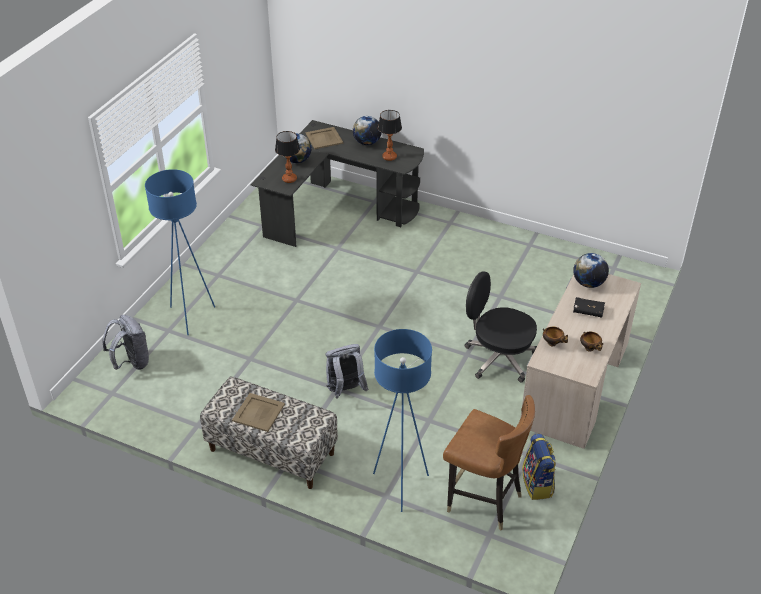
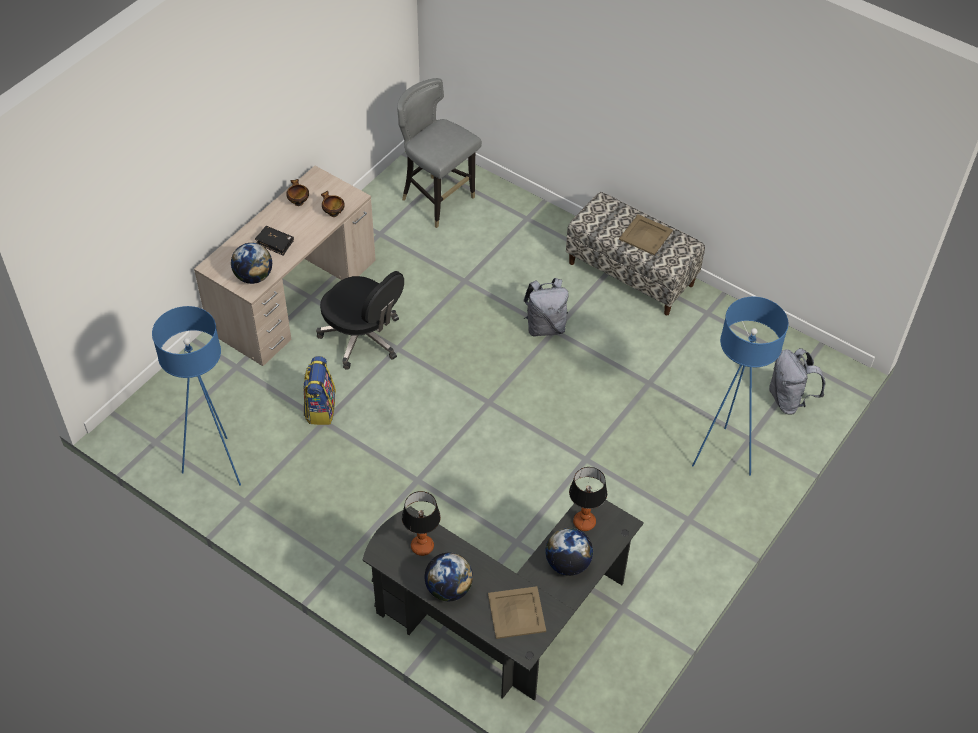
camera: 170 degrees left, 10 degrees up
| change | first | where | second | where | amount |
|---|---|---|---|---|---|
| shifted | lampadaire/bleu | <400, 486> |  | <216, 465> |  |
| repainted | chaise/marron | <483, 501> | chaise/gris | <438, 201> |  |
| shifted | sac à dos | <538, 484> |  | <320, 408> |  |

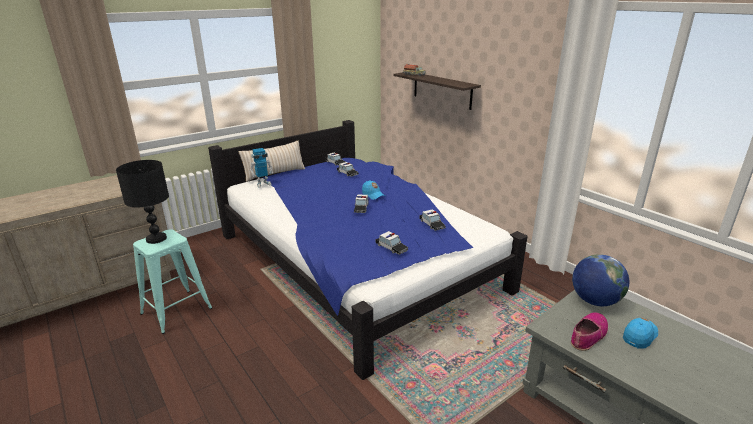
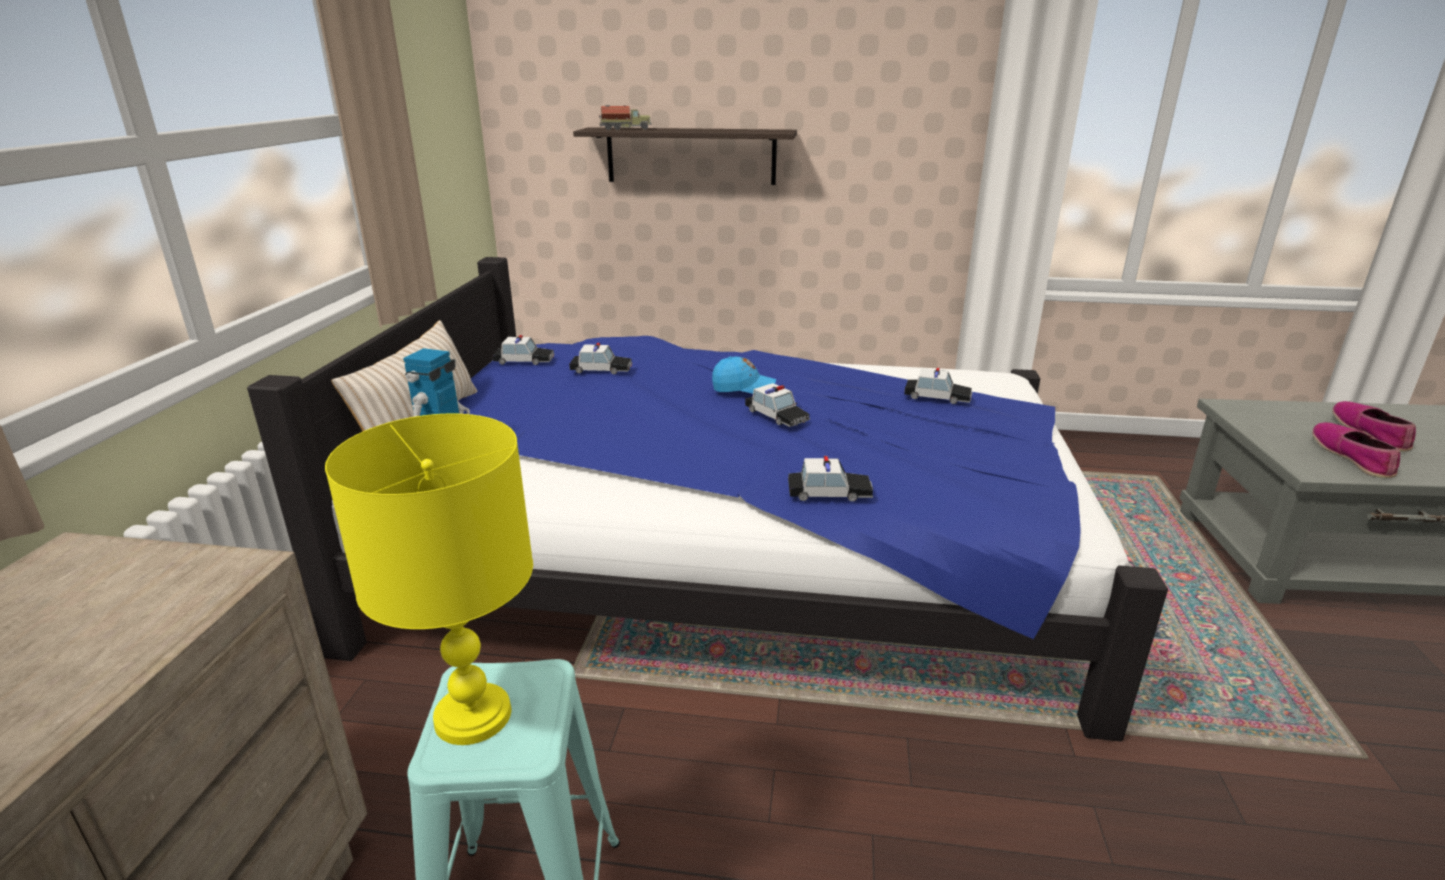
camera: 45 degrees left, 0 degrees up
| change | first | where | second | where | amount |
|---|---|---|---|---|---|
| repainted | lampe de table/noir | <156, 238> | lampe de table/jaune | <471, 715> |  |
| shifted | petite voiture | <391, 248> |  | <829, 493> |  |
| gone | globe | <594, 301> |  |  |  |
| swapped | casquette/bleu | <639, 336> | chaussure | <1370, 433> |  |

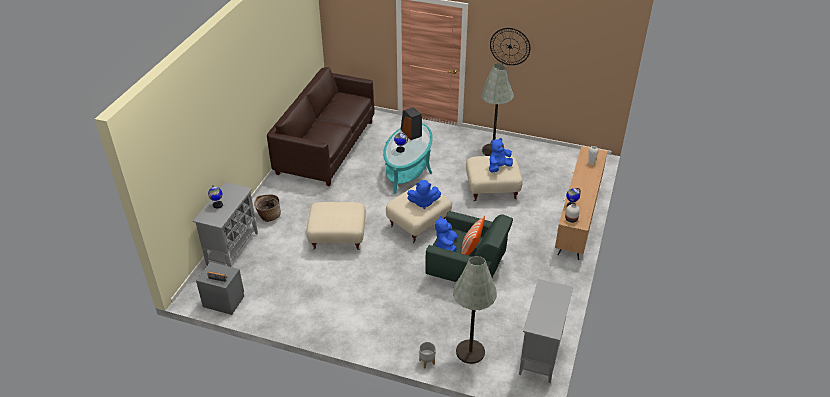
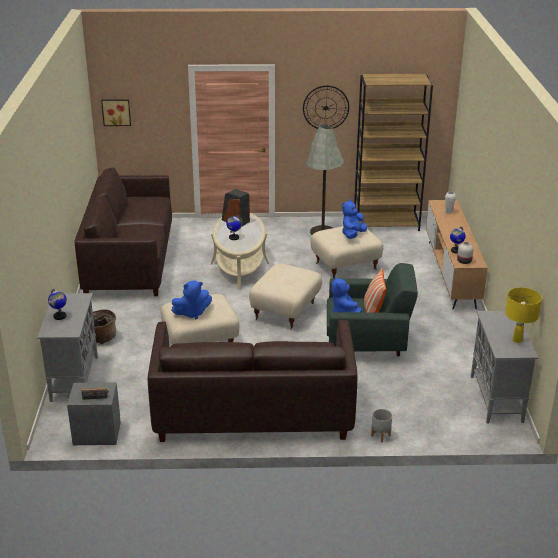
camera: 20 degrees left, 10 degrees down
| change | first | where | second | where | amount |
|---|---|---|---|---|---|
| repainted | table basse/turquoise | <408, 168> | table basse/beige | <239, 263> |  |
| shifted | peluche/bleu | <423, 203> |  | <192, 313> |  |
| gone | lampadaire/gris | <470, 352> |  |  |  |
| new |  |  | bibliothèque/marron | <386, 223> |  |
| new |  |  | tableau | <116, 112> |  |
| new |  |  | lampe de table/jaune | <517, 340> |  |
| new |  |  | canapé/marron | <252, 411> |  |

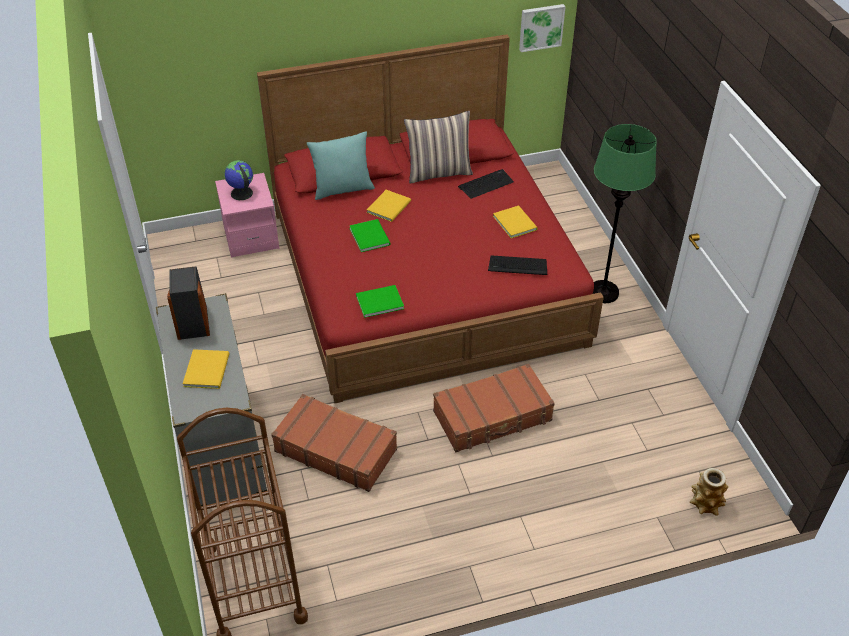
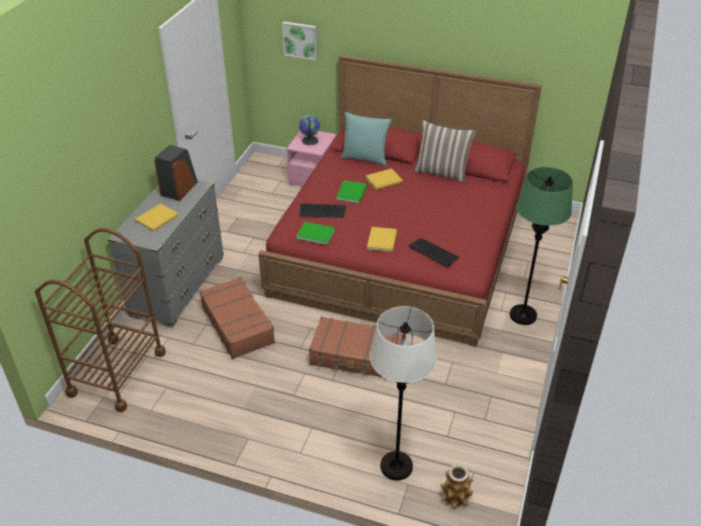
camera: 35 degrees right, 5 degrees down
| change | first | where | second | where | amount |
|---|---|---|---|---|---|
| shifted | tableau | <541, 27> |  | <300, 40> |  |
| shifted | clavier | <486, 184> |  | <322, 211> |  |
| shifted | livre/jaune | <515, 222> |  | <383, 239> |  |
| new |  |  | lampadaire/blanc | <396, 466> |  |

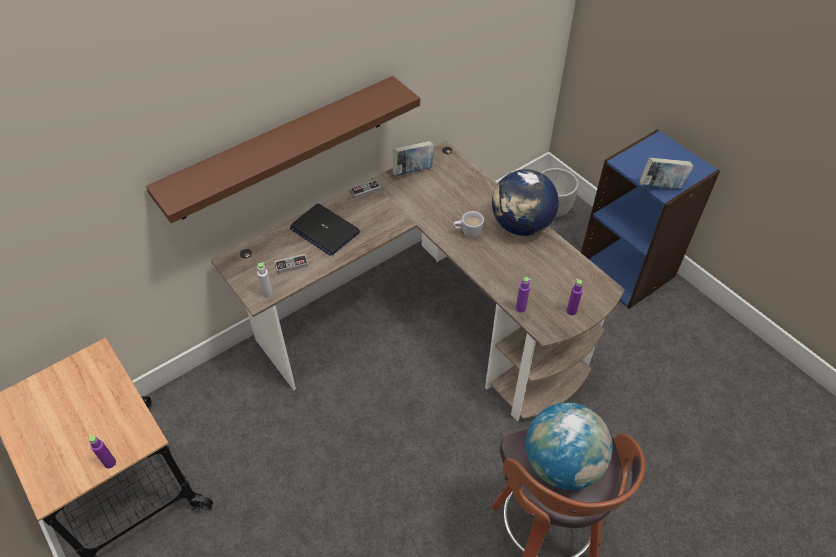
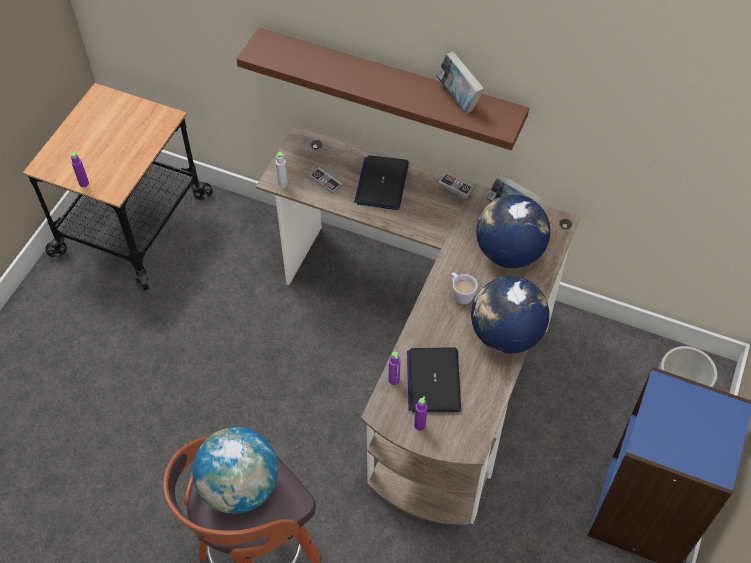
camera: 60 degrees right, 5 degrees up
| change | first | where | second | where | amount |
|---|---|---|---|---|---|
| shifted | livre | <661, 187> |  | <458, 98> |  |
| new |  |  | globe | <508, 253> |  |
| new |  |  | ordinateur portable | <433, 380> |  |

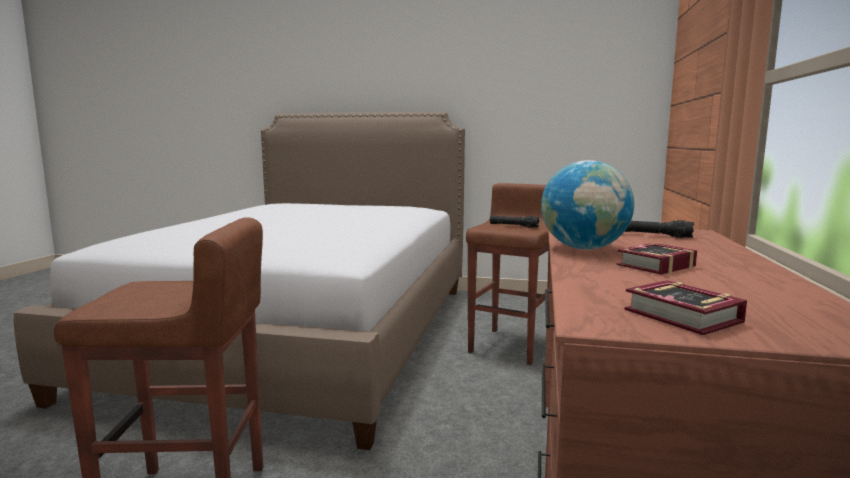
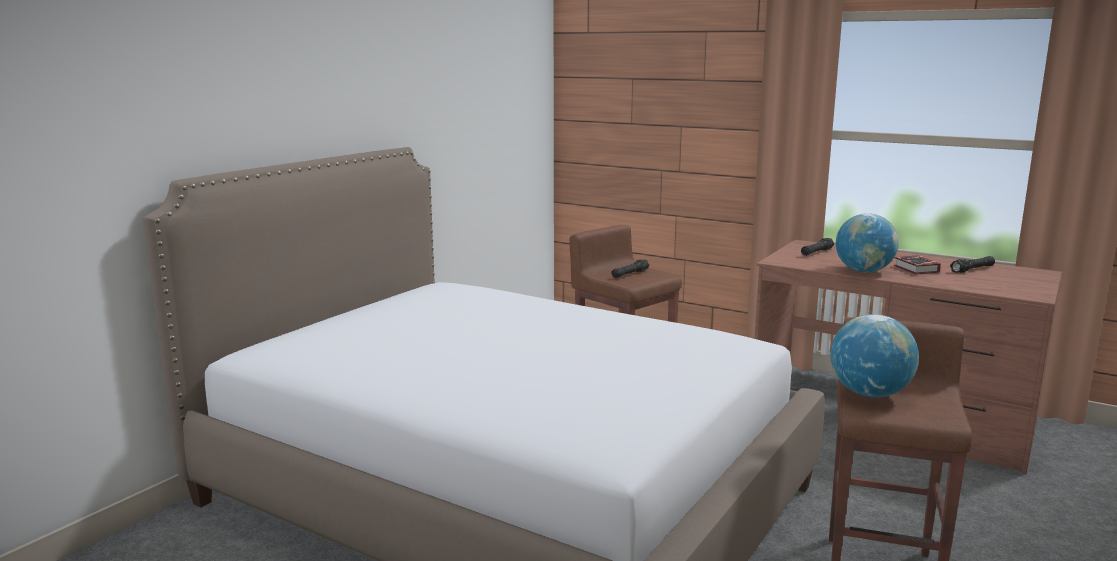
camera: 70 degrees left, 5 degrees up
| change | first | where | second | where | amount |
|---|---|---|---|---|---|
| gone | livre | <684, 318> |  |  |  |
| new |  |  | lampe de poche/noir | <972, 269> |  |
| new |  |  | globe | <869, 394> |  |

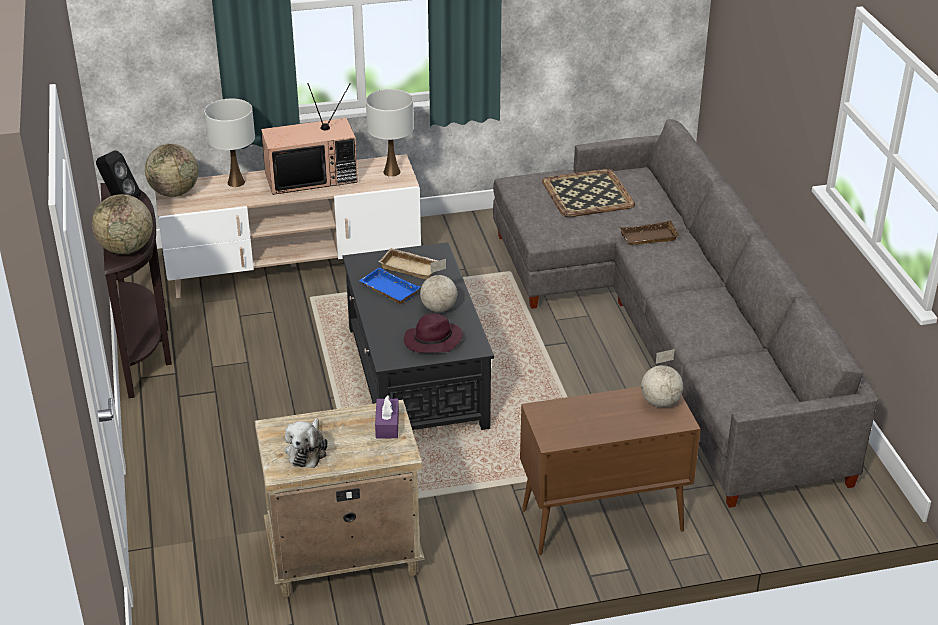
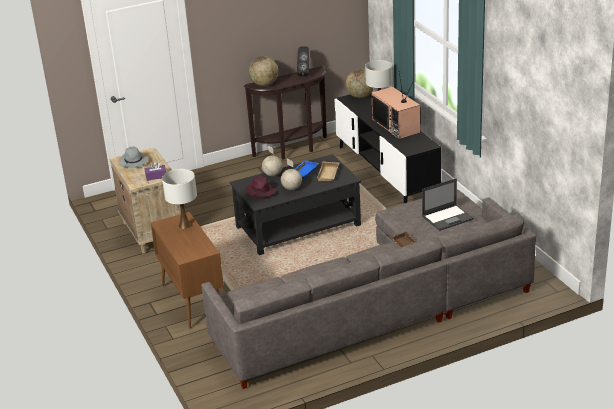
camera: 80 degrees right, 5 degrees down
| change | first | where | second | where | amount |
|---|---|---|---|---|---|
| shifted | lampe de table/blanc | <391, 172> |  | <184, 225> |  |
| repainted | meuble télé/beige | <293, 266> | meuble télé/noir | <385, 171> |  |
| swapped | plateau | <586, 193> | ordinateur portable | <447, 217> |  |
| shifted | globe | <659, 402> |  | <272, 174> |  |
| swapped | peluche | <307, 451> | chapeau/gris | <134, 162> |  |

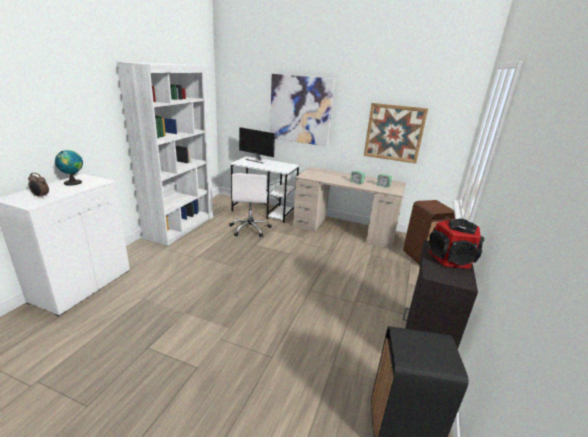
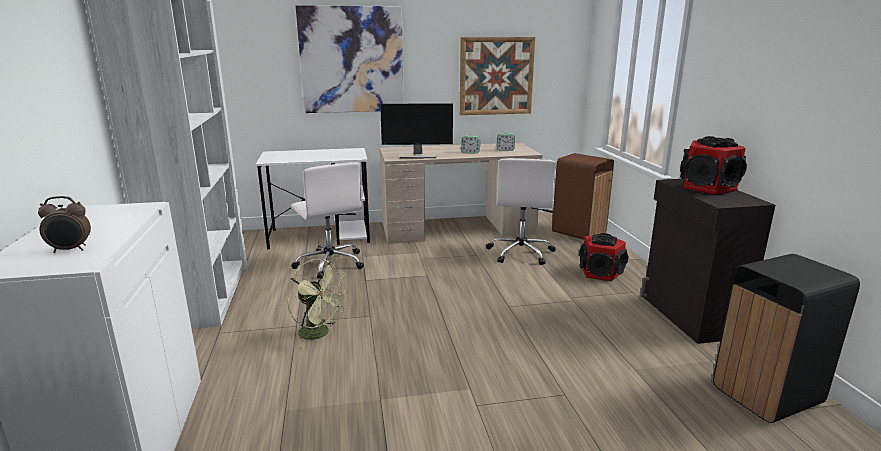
camera: 30 degrees left, 5 degrees down
| change | first | where | second | where | amount |
|---|---|---|---|---|---|
| shifted | écran d'ordinateur | <256, 160> |  | <417, 156> |  |
| gone | globe | <74, 182> |  |  |  |
| new |  |  | chaise de bureau/blanc | <521, 253> |  |
| new |  |  | enceinte | <601, 273> |  |
| new |  |  | ventilateur/vert | <319, 334> |  |

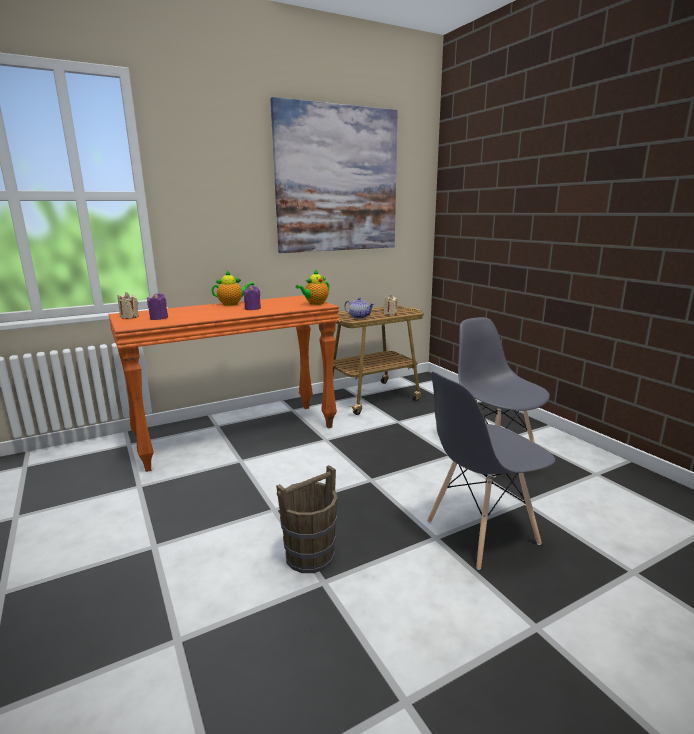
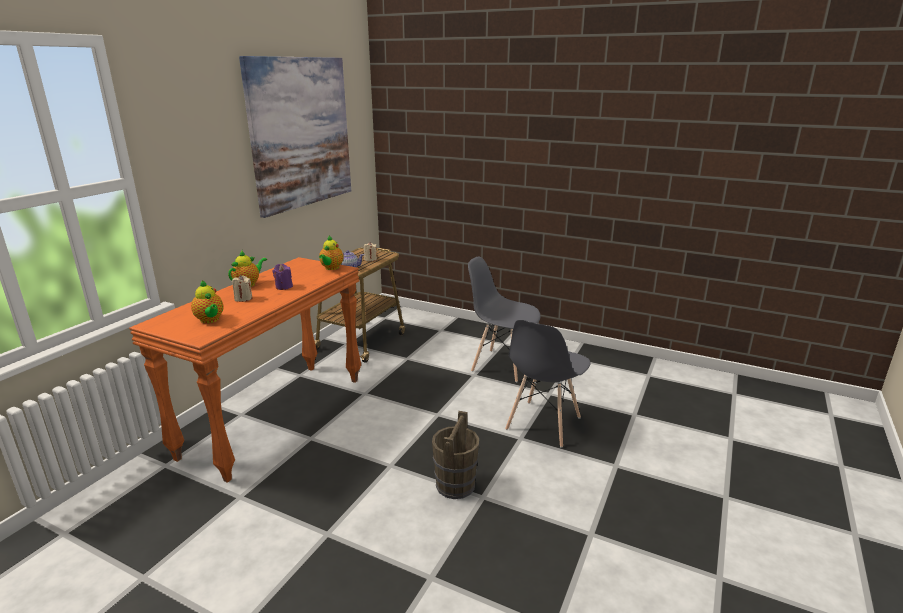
camera: 35 degrees left, 5 degrees up
| change | first | where | second | where | amount |
|---|---|---|---|---|---|
| shifted | bougie/beige | <129, 317> |  | <243, 298> |  |
| swapped | bougie/violet | <159, 318> | théière | <210, 320> |  |

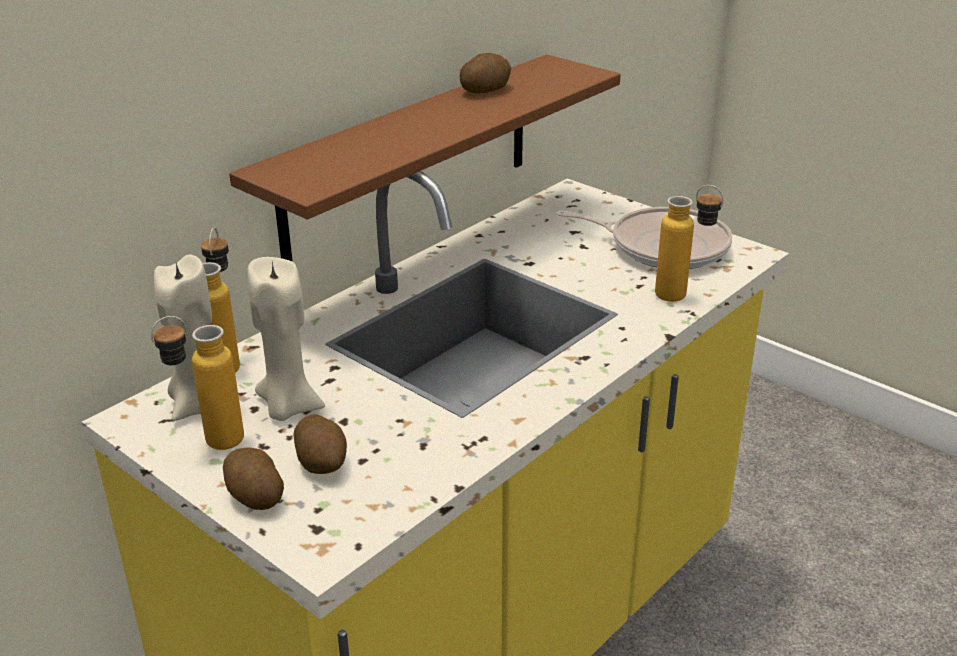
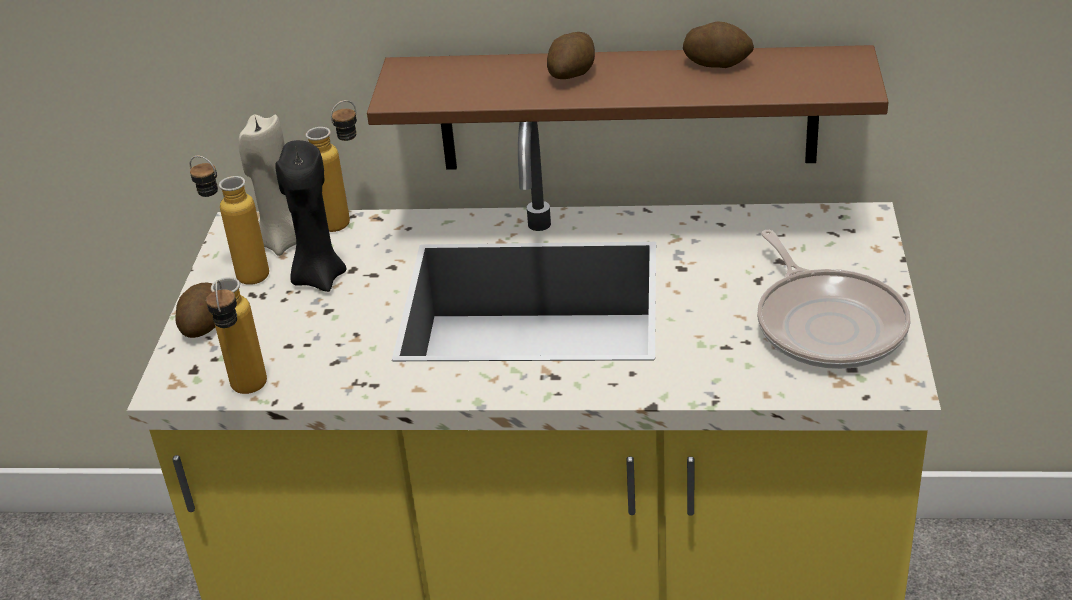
camera: 55 degrees right, 5 degrees up
| change | first | where | second | where | amount |
|---|---|---|---|---|---|
| shifted | bouteille | <682, 298> |  | <248, 394> |  |
| repainted | bougie/beige | <288, 407> | bougie/noir | <318, 278> |  |
| shifted | pomme de terre | <322, 462> |  | <572, 75> |  |

